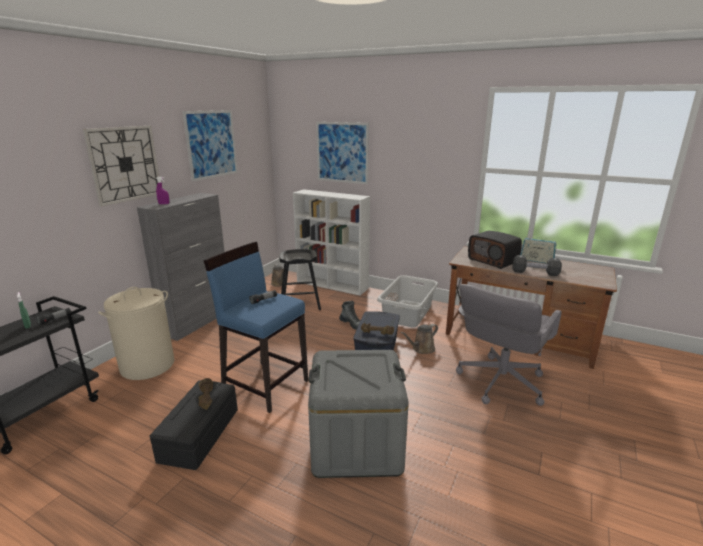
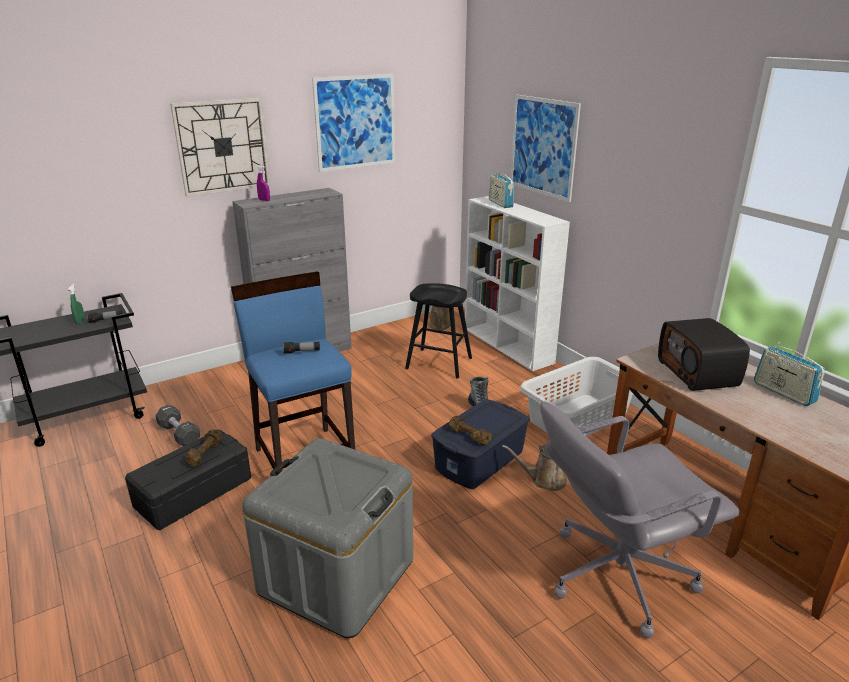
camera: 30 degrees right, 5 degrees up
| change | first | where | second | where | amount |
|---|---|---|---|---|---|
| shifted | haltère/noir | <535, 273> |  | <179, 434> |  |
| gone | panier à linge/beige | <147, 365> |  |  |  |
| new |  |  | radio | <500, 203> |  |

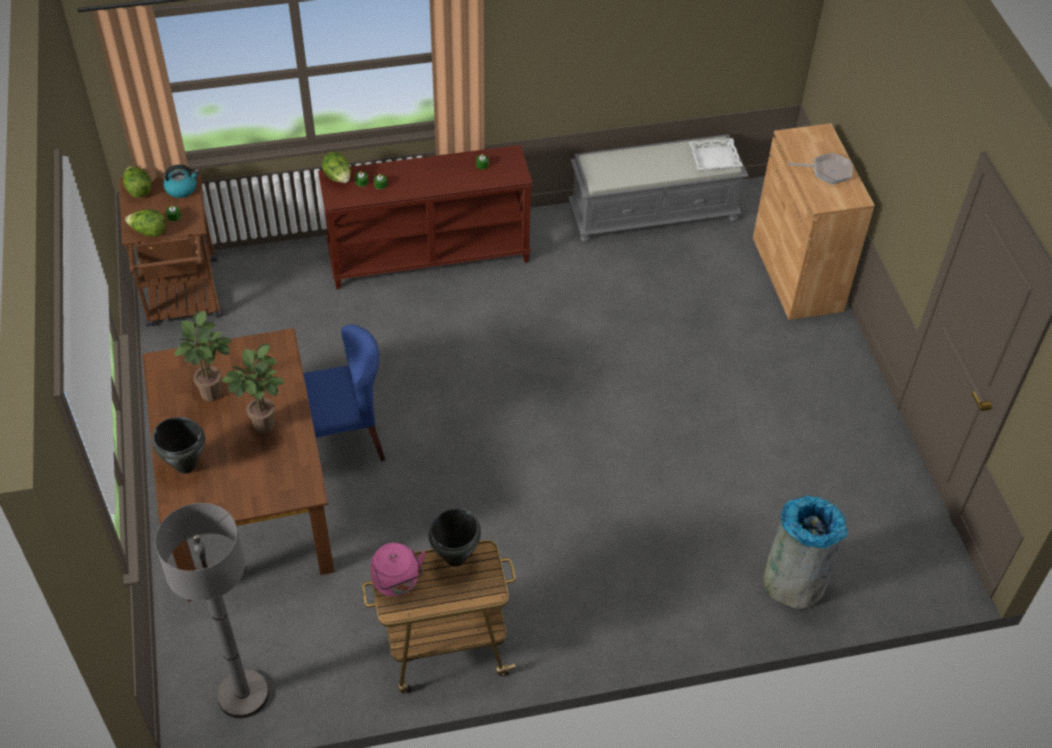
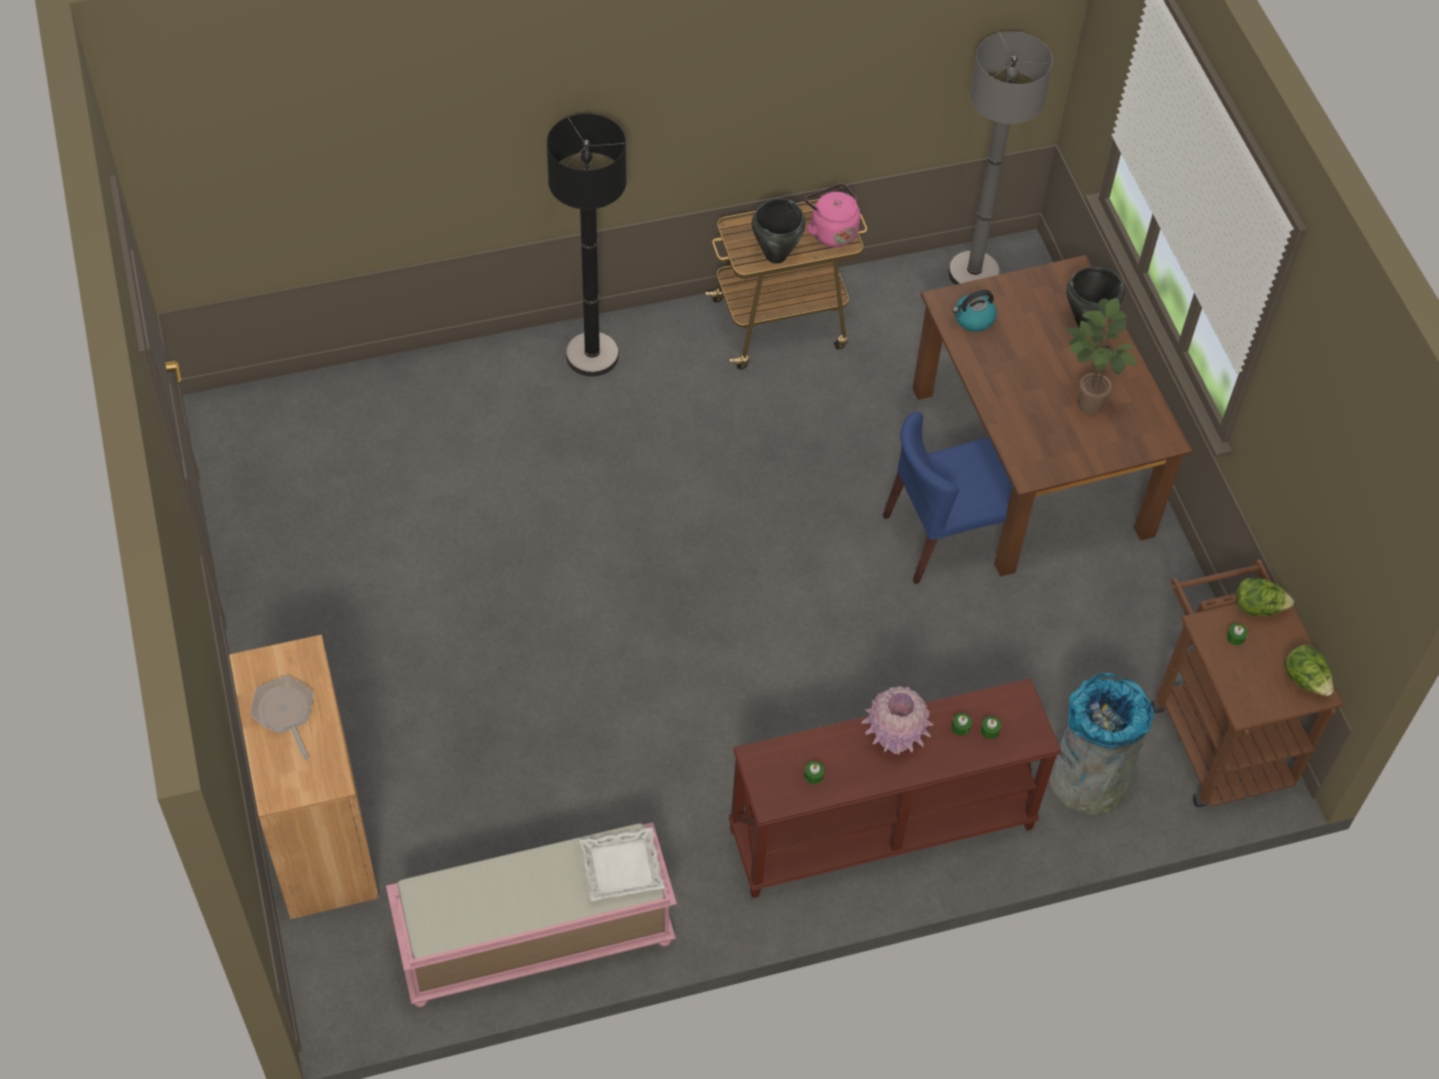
camera: 175 degrees right, 5 degrees up
| change | first | where | second | where | amount |
|---|---|---|---|---|---|
| repainted | banc/gris | <654, 213> | banc/rose | <534, 940> |  |
| shifted | plateau/blanc | <714, 158> |  | <622, 867> |  |
| gone | laitue | <338, 178> |  |  |  |
| rotated | poêle | <828, 171> |  | <285, 713> | 60 degrees clockwise |
| shifted | bouilloire | <182, 188> |  | <973, 319> |  |
| gone | plante en pot | <265, 428> |  |  |  |
| shifted | poubelle/gris | <794, 583> |  | <1086, 781> |  |
| new |  |  | lampadaire/noir | <592, 355> |  |
| new |  |  | vase/rose | <895, 737> |  |

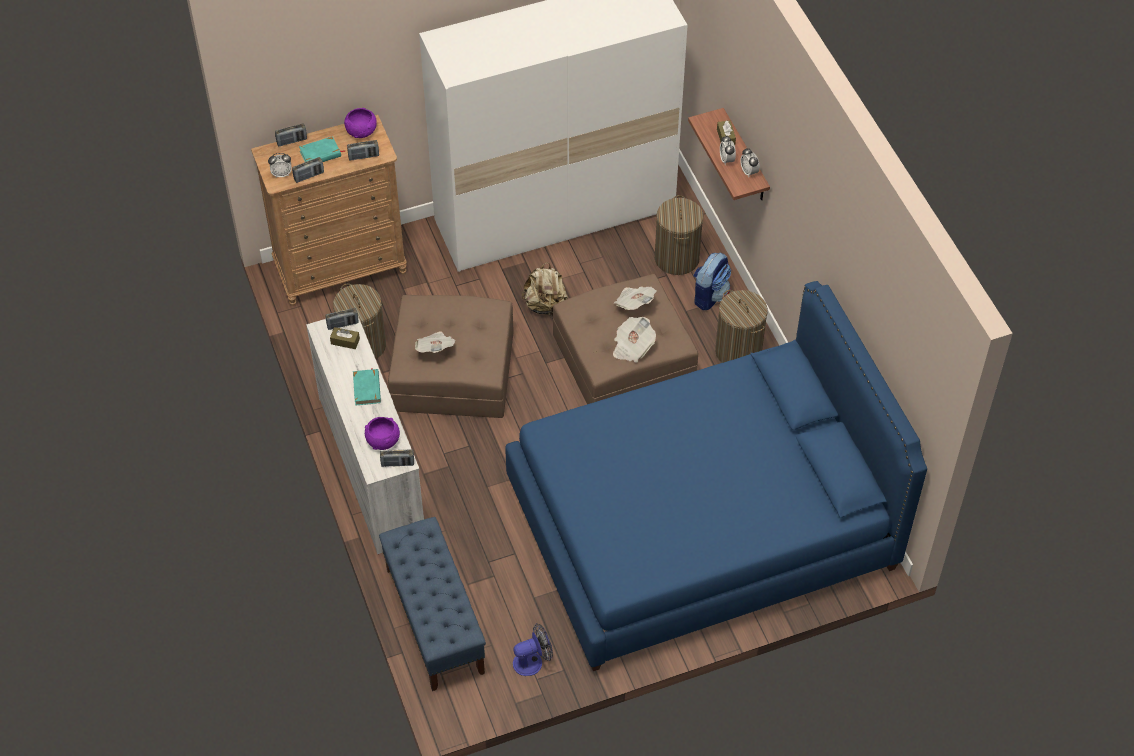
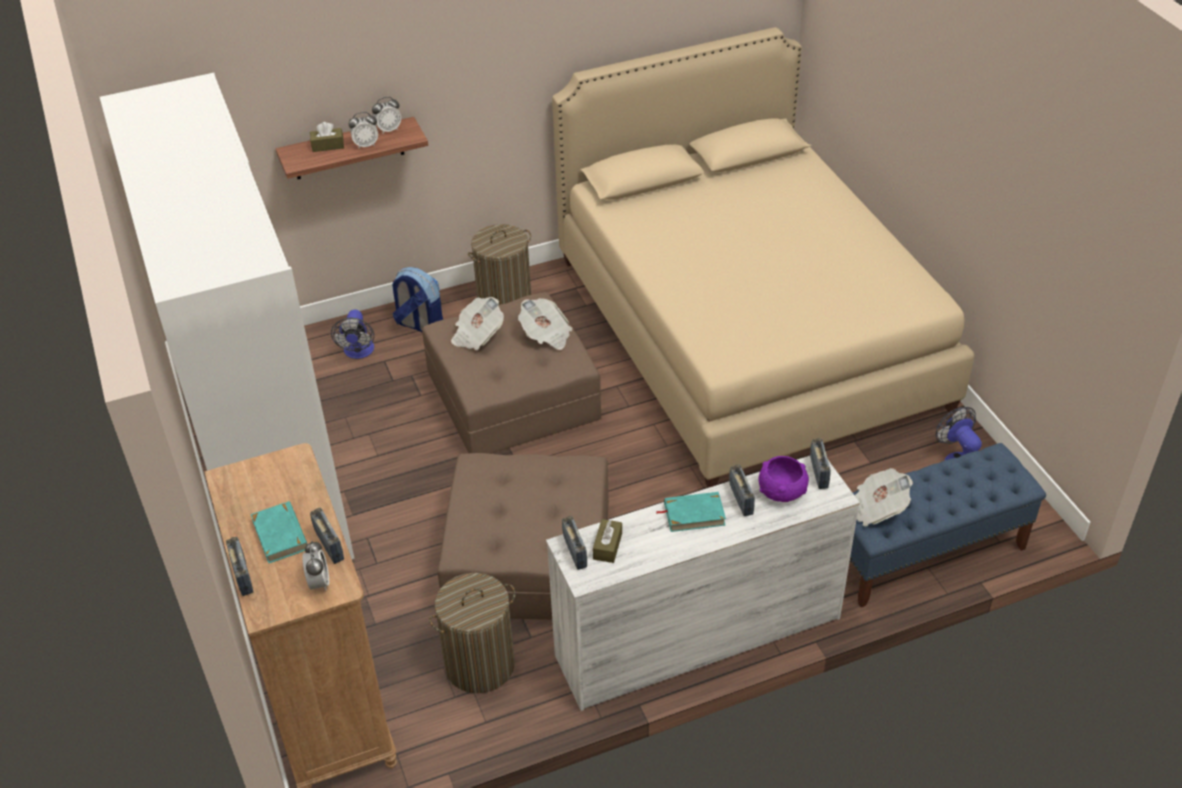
camera: 90 degrees left, 10 degrees down
| change | first | where | second | where | amount |
|---|---|---|---|---|---|
| gone | bol/violet | <361, 131> |  |  |  |
| shifted | radio | <363, 156> |  | <741, 499> |  |
| swapped | panier à linge | <677, 258> | ventilateur | <358, 352> |  |
| gone | sac à dos/beige | <546, 305> |  |  |  |
| repainted | lit/bleu | <700, 525> | lit/beige | <747, 331> |  |
| shifted | journal | <435, 349> |  | <875, 508> |  |

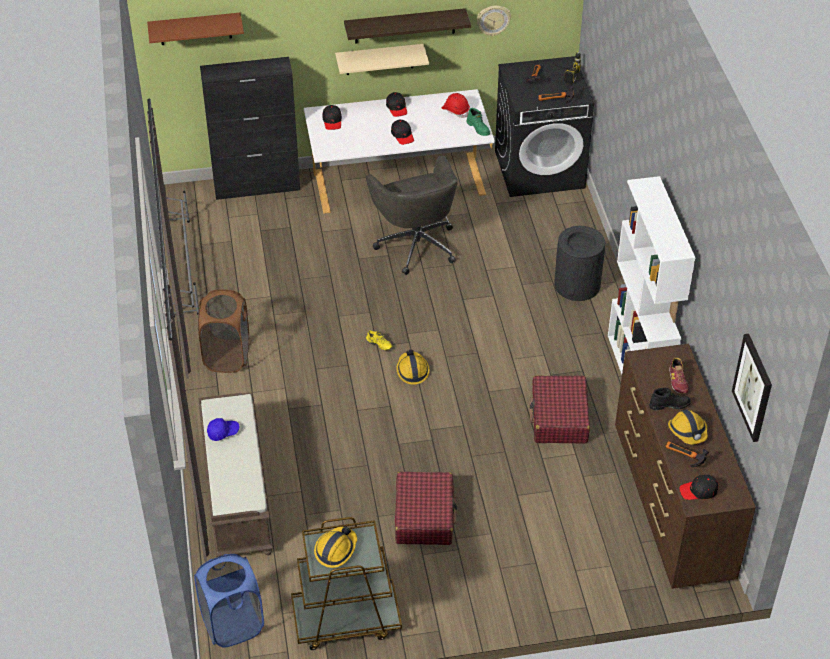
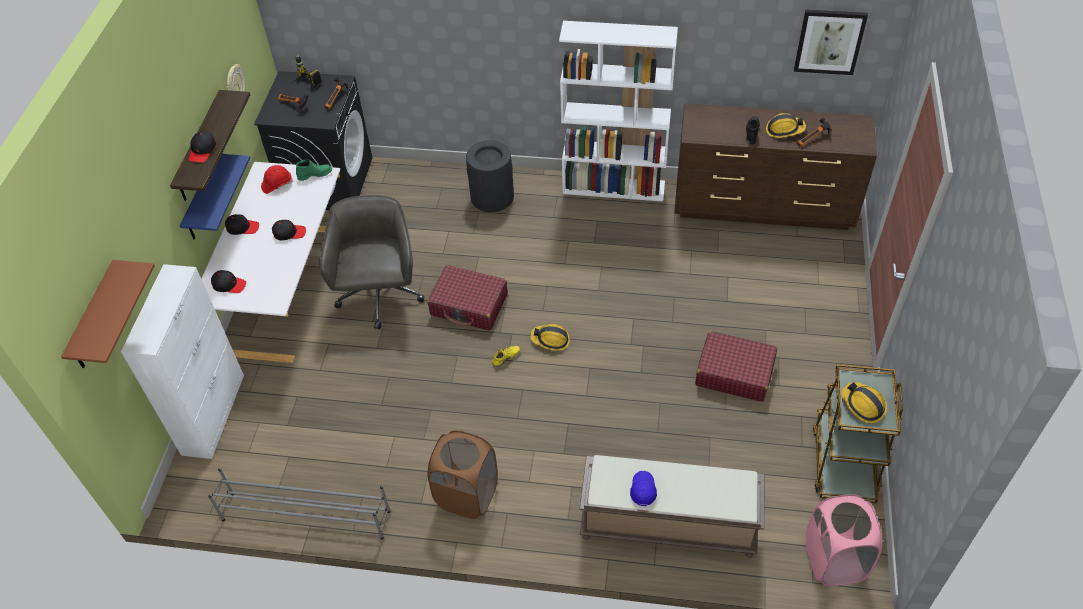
camera: 70 degrees left, 5 degrees up
| change | first | where | second | where | amount |
|---|---|---|---|---|---|
| repainted | étagère/beige | <379, 59> | étagère/bleu | <202, 199> |  |
| repainted | meuble de rangement/noir | <257, 186> | meuble de rangement/blanc | <213, 413> |  |
| rotated | chaise de bureau/gris | <416, 244> |  | <380, 296> | 90 degrees counterclockwise |
| gone | chaussure | <677, 380> |  |  |  |
| shifted | valise/rouge | <559, 418> |  | <469, 305> |  |
| shifted | casquette/noir | <698, 491> |  | <202, 150> |  |
| repainted | panier à linge/bleu | <232, 624> | panier à linge/rose | <834, 560> |  |

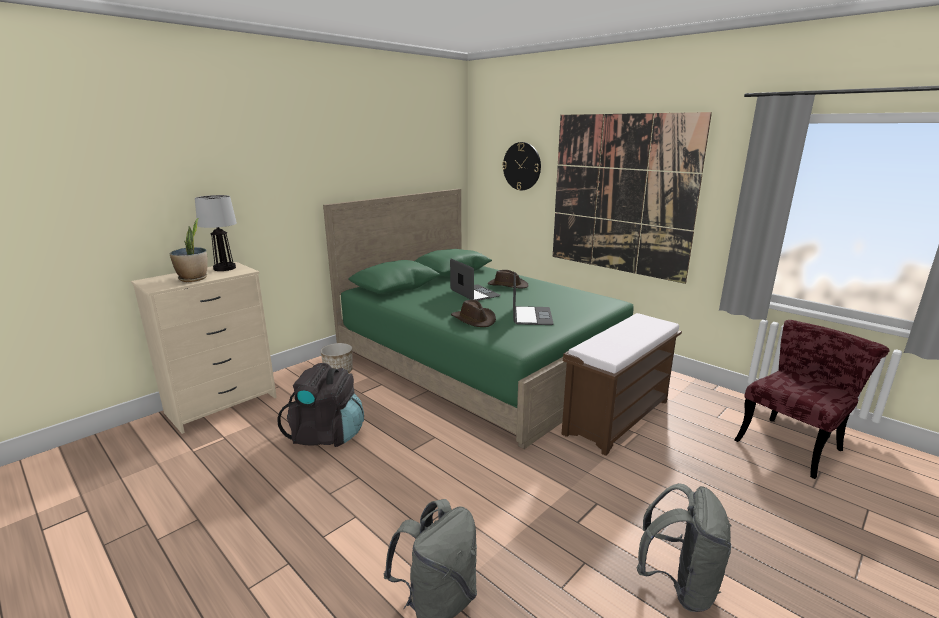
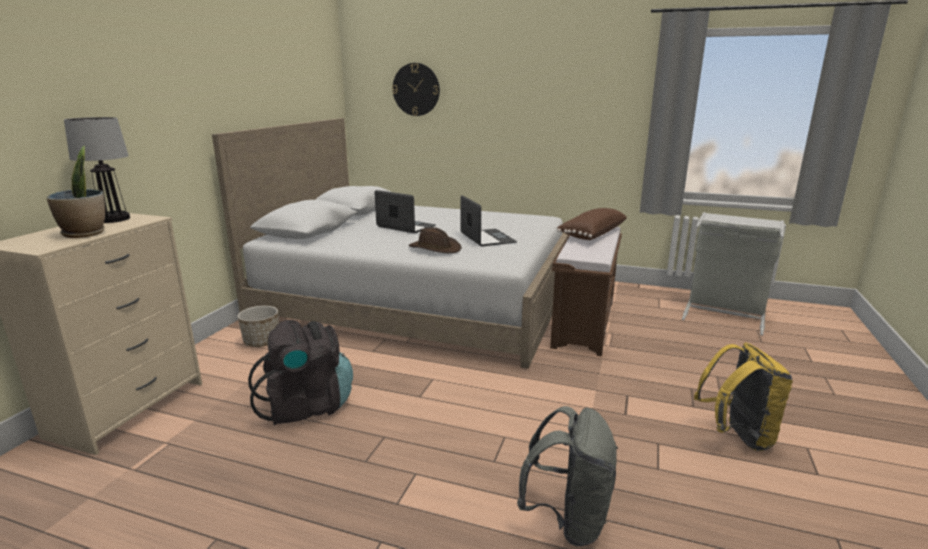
camera: 25 degrees left, 0 degrees up
| change | first | where | second | where | amount |
|---|---|---|---|---|---|
| gone | tableau | <620, 195> |  |  |  |
| repainted | lit/vert | <482, 360> | lit/blanc | <418, 301> |  |
| gone | chapeau/marron | <507, 285> |  |  |  |
| swapped | chaise/rouge | <793, 442> | panier à linge/gris | <724, 314> |  |
| repainted | sac à dos/gris | <679, 584> | sac à dos/jaune | <737, 435> |  |
| new |  |  | coussin/marron | <591, 234> |  |

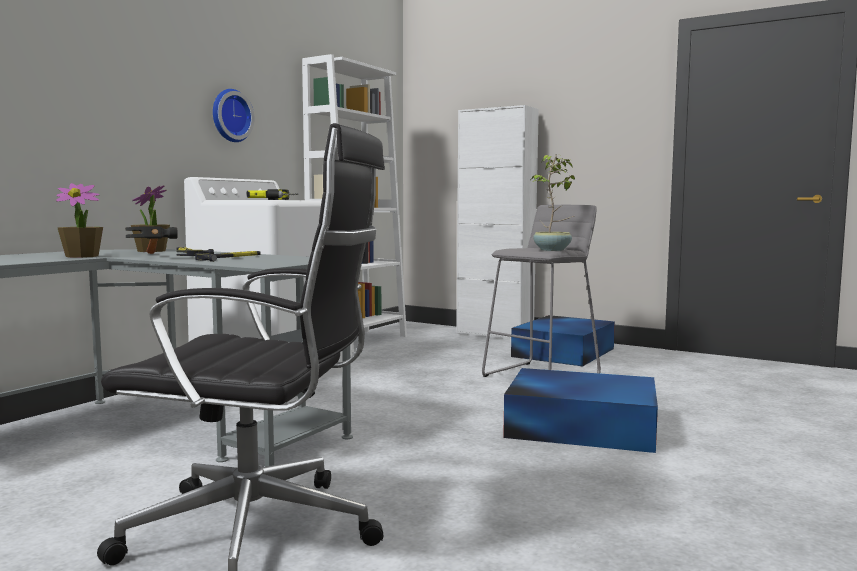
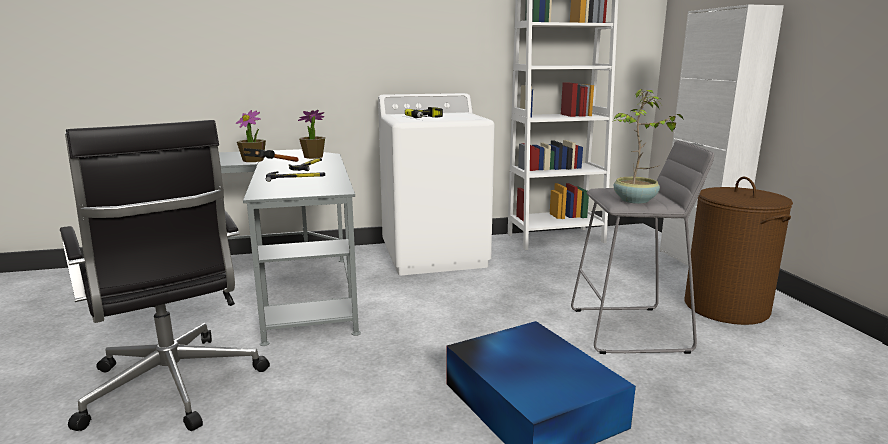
camera: 45 degrees right, 10 degrees up
| change | first | where | second | where | amount |
|---|---|---|---|---|---|
| gone | horloge murale | <230, 116> |  |  |  |
| swapped | boîte de rangement/bleu | <564, 352> | panier à linge/marron | <726, 307> |  |

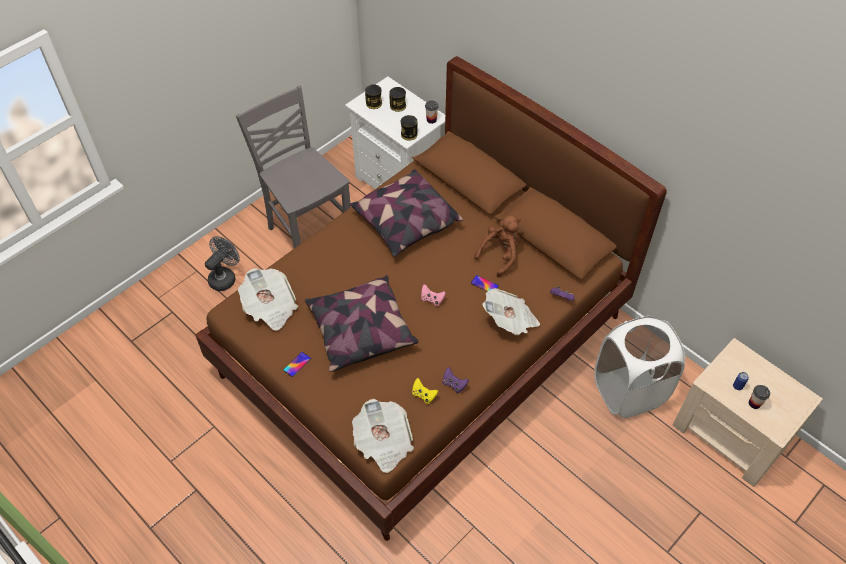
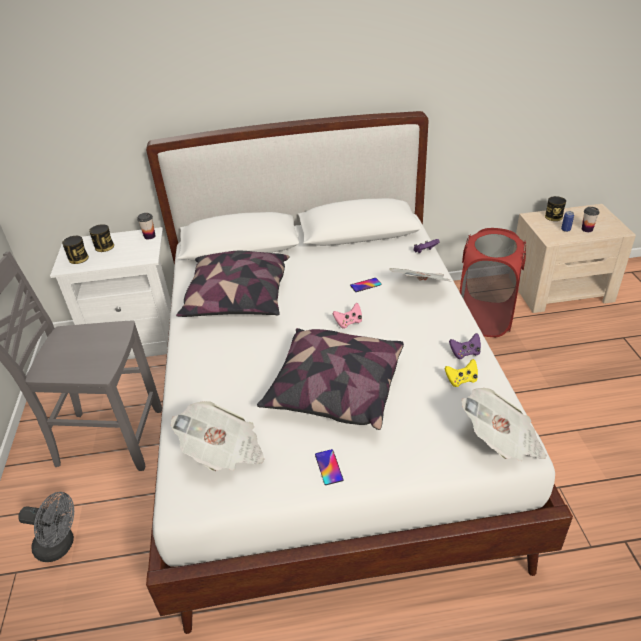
camera: 50 degrees left, 15 degrees down
| change | first | where | second | where | amount |
|---|---|---|---|---|---|
| repainted | lit/marron | <424, 346> | lit/blanc | <328, 418> |  |
| shifted | boîte métallique | <409, 134> |  | <553, 217> |  |
| gone | peluche/marron | <500, 255> |  |  |  |
| rotated | ventilateur/gris | <225, 277> |  | <60, 546> | 120 degrees clockwise |
| repainted | panier à linge/blanc | <629, 391> | panier à linge/rouge | <484, 319> |  |

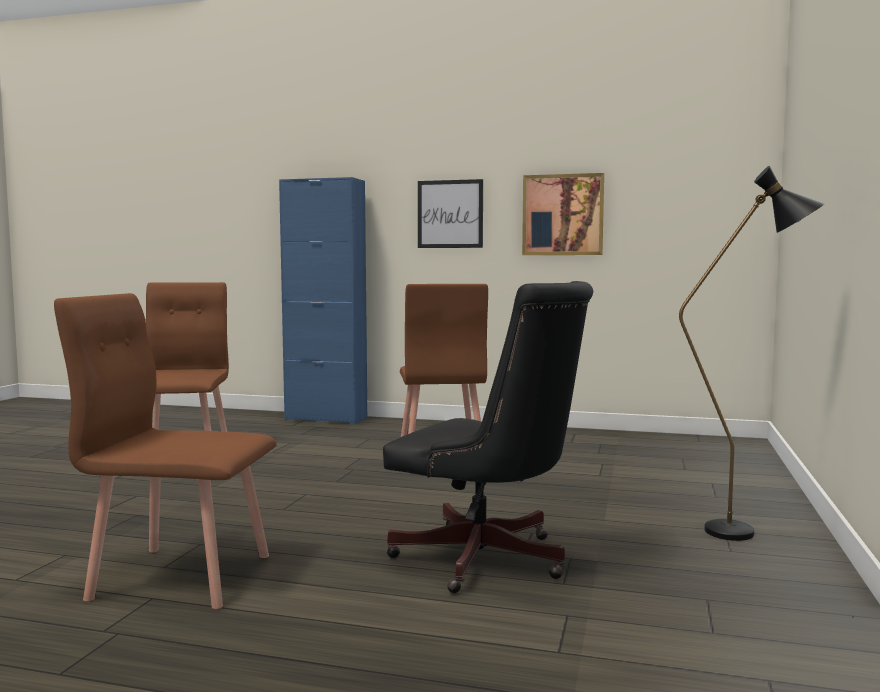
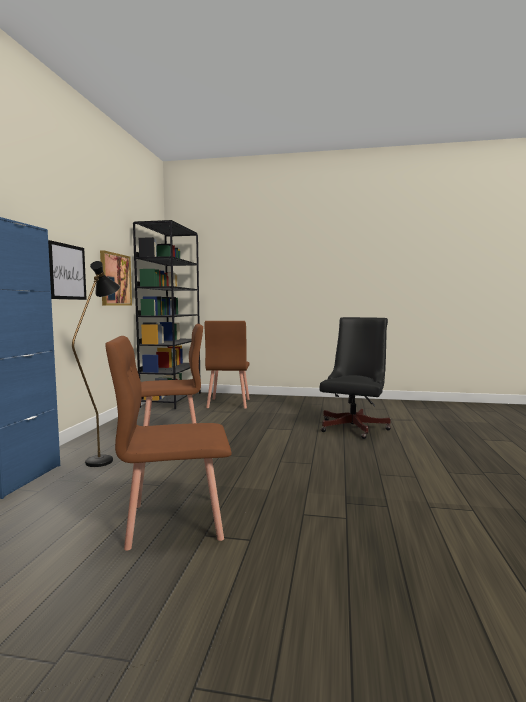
camera: 95 degrees left, 0 degrees up
| change | first | where | second | where | amount |
|---|---|---|---|---|---|
| shifted | lampadaire/noir | <748, 533> |  | <104, 458> |  |
| shifted | chaise/marron | <181, 575> |  | <228, 403> |  |
| new |  |  | bibliothèque/noir | <171, 399> |  |

